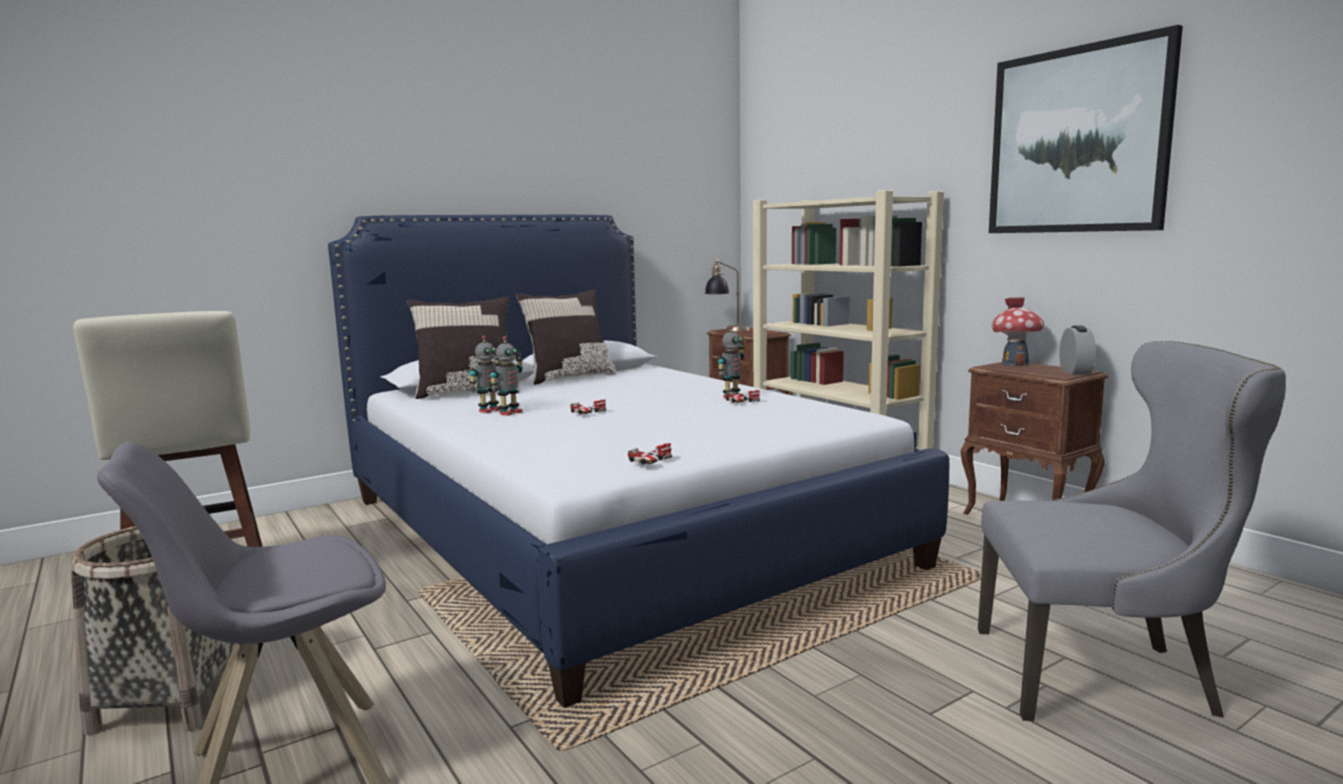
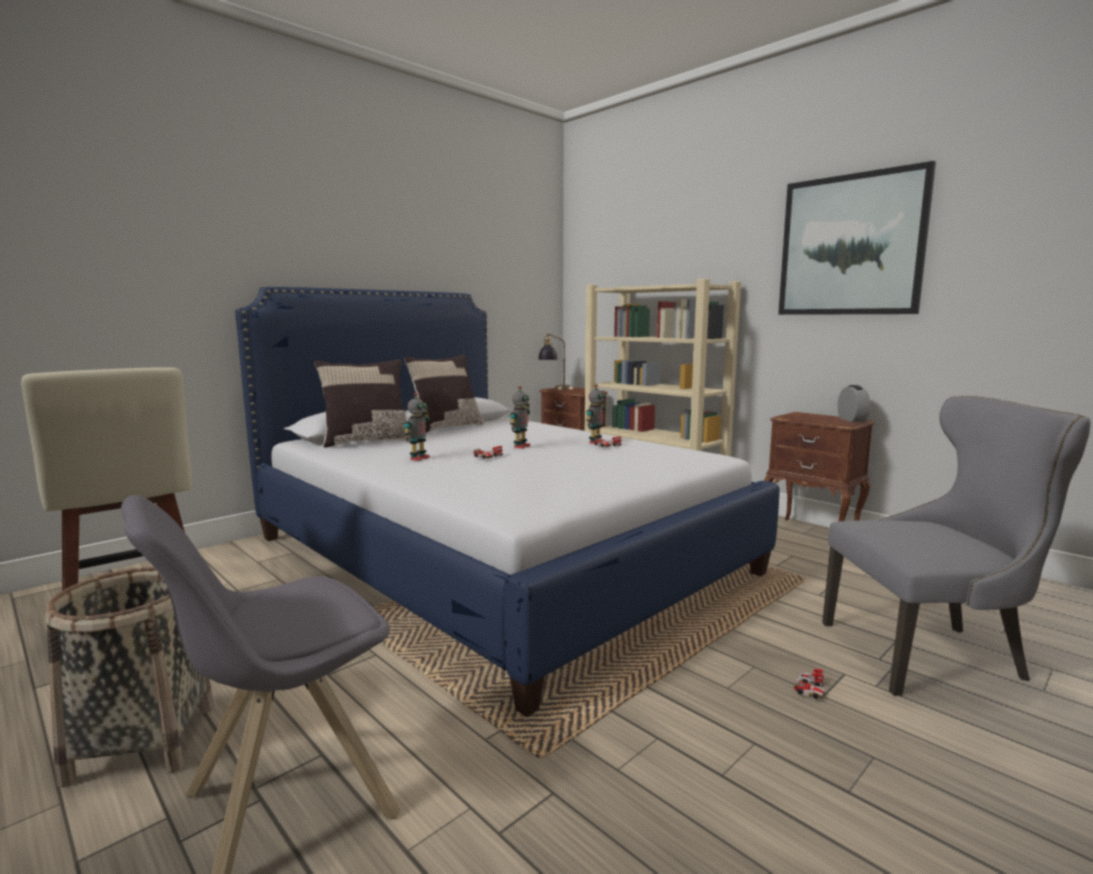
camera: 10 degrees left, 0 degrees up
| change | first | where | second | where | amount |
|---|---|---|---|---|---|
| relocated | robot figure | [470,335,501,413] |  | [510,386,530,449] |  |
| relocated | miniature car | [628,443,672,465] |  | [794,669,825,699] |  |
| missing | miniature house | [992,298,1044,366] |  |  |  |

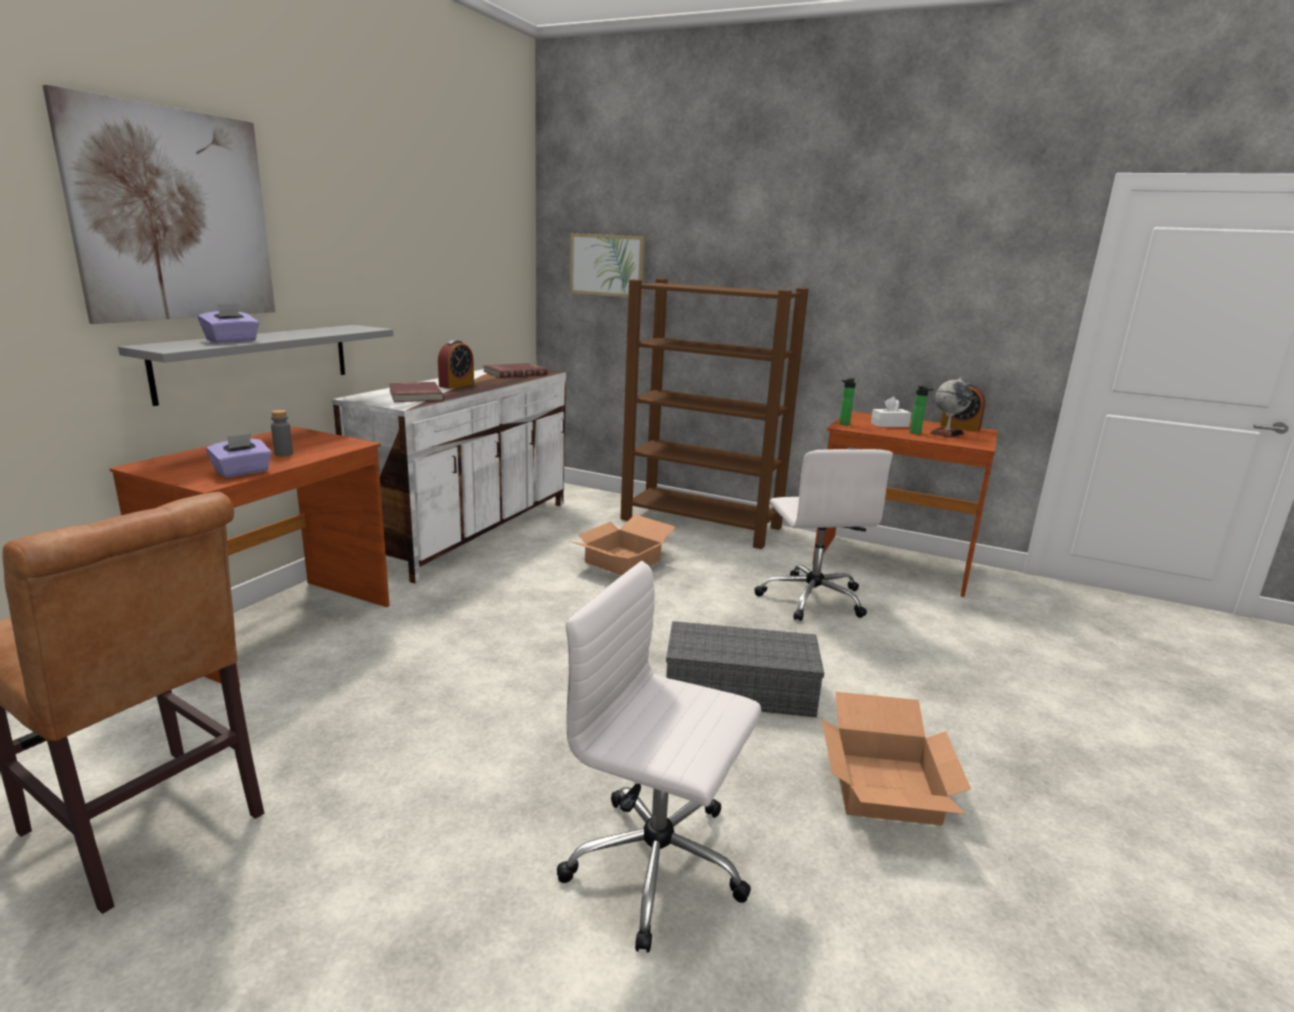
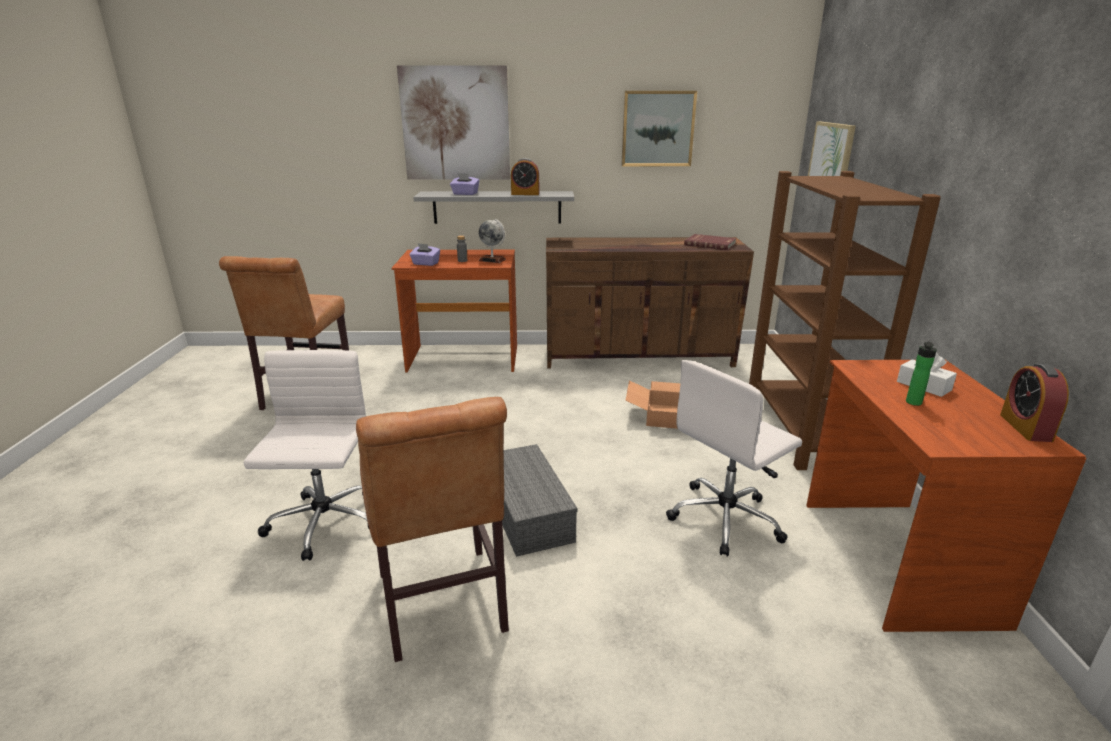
camera: 65 degrees right, 5 degrees up
| change | first | where | second | where | amount |
|---|---|---|---|---|---|
| exchanged | carton | [822,692,971,826] | brownish plain chair | [356,397,509,662] |  |
| relocated | desk globe | [930,377,972,438] |  | [479,219,506,263] |  |
| relocated | alarm clock | [438,340,474,389] |  | [511,158,539,195] |  |
| colour | white-coloured storage cabinet | [332,369,566,584] | brownish storage cabinet | [546,237,754,368] |  |
| appeared |  |  | wall picture | [621,91,697,166] |  |
| missing | reddish book | [389,382,444,402] |  |  |  |
| missing | drink bottle | [839,378,856,425] |  |  |  |

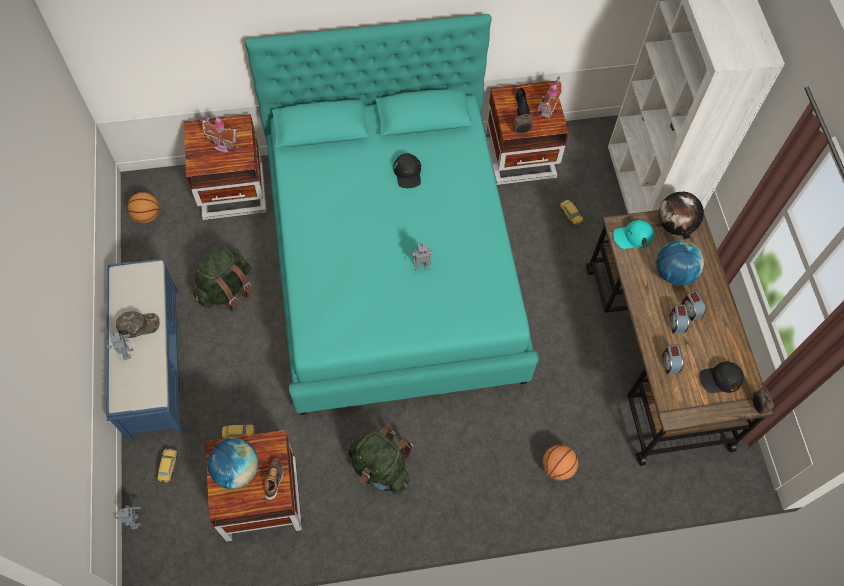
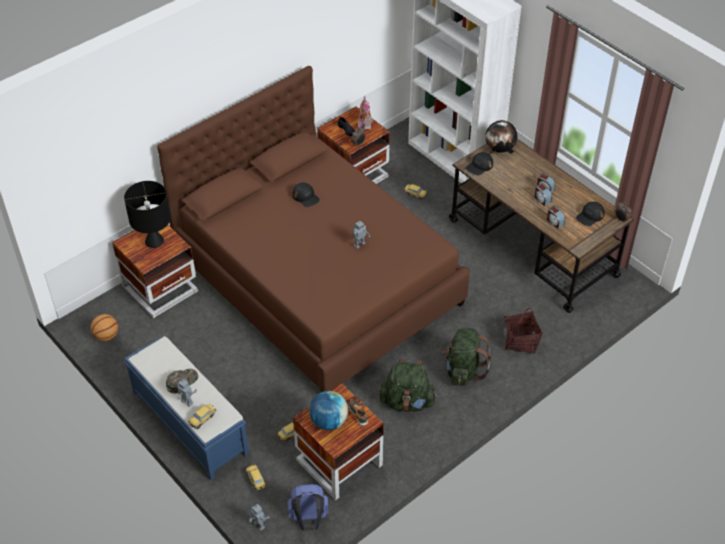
camera: 30 degrees left, 15 degrees down
| change | first | where | second | where | amount |
|---|---|---|---|---|---|
| exchanged | miniature house | [200,116,239,153] | black-coloured tabletop lamp | [124,181,171,248] |  |
| colour | blue-green bed | [245,14,539,415] | brownish bed | [157,66,470,392] |  |
| appeared |  |  | miniature car | [188,404,216,429] |  |
| appeared |  |  | blue knapsack | [287,484,329,531] |  |
| relocated | green knapsack | [193,247,252,311] |  | [442,328,491,386] |  |
| colour | blue-green baseball cap | [613,220,654,249] | black-coloured baseball cap | [466,152,493,176] |  |
| exchanged | basketball ball | [543,445,578,481] | basket | [504,308,542,353] |  |
| missing | desk globe | [657,240,704,286] |  |  |  |

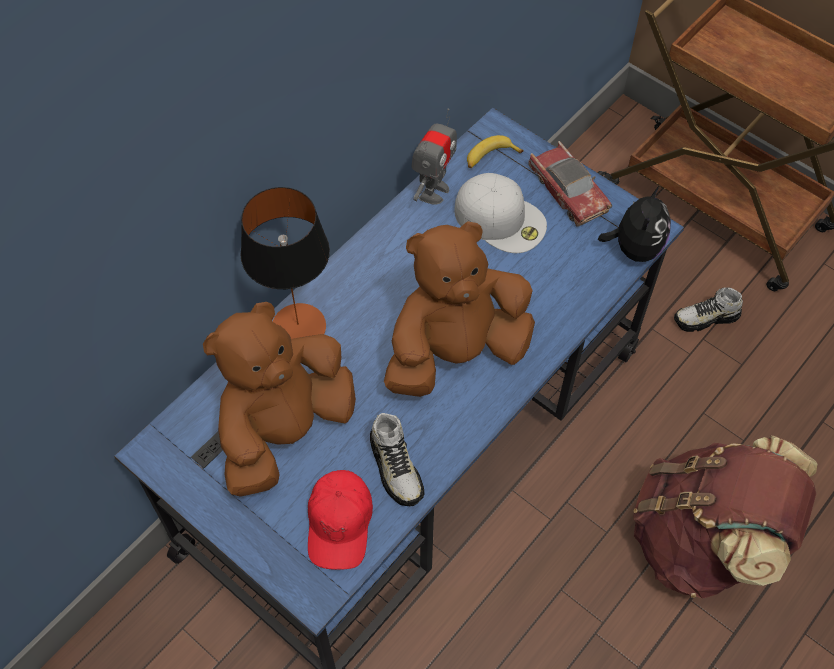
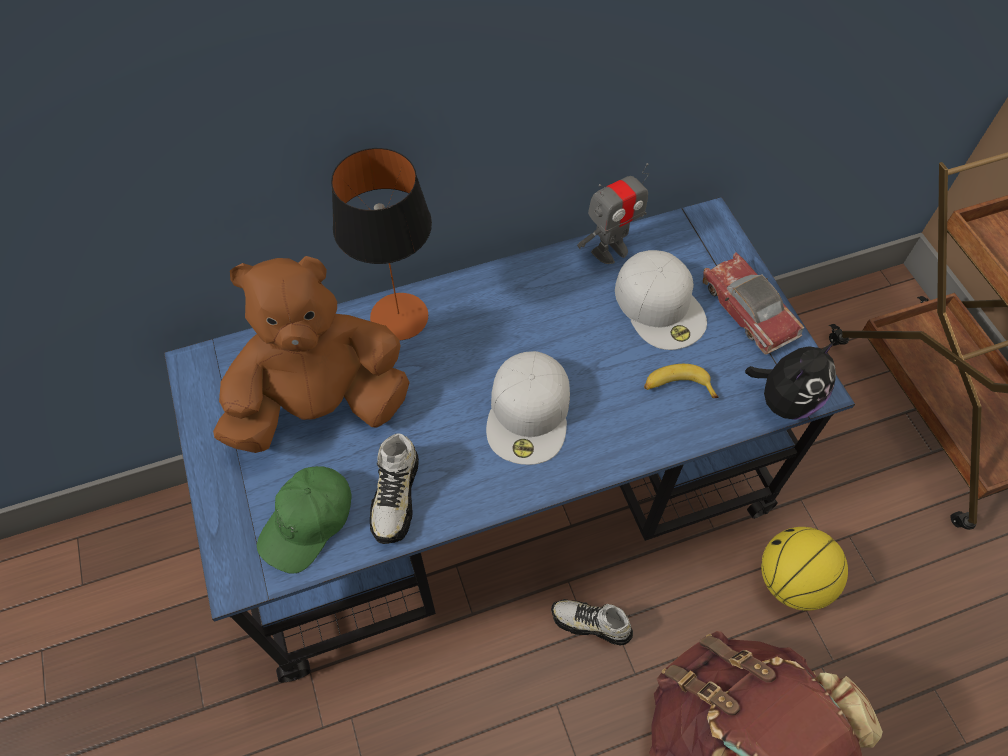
camera: 30 degrees right, 0 degrees up
| change | first | where | second | where | amount |
|---|---|---|---|---|---|
| colour | reddish baseball cap | [308,470,373,570] | green baseball cap | [257,466,352,574] |  |
| exchanged | brownish cuddly toy | [384,221,535,397] | white-coloured baseball cap | [486,351,570,465] |  |
| relocated | item of footwear | [674,287,743,332] |  | [551,599,633,645] |  |
| relocated | banana | [467,135,524,168] |  | [644,364,719,398] |  |
| spun | miniature car | [528,141,612,227] |  | [703,252,804,355] | 150 degrees clockwise |
| appeared |  |  | basketball ball | [761,527,848,611] |  |

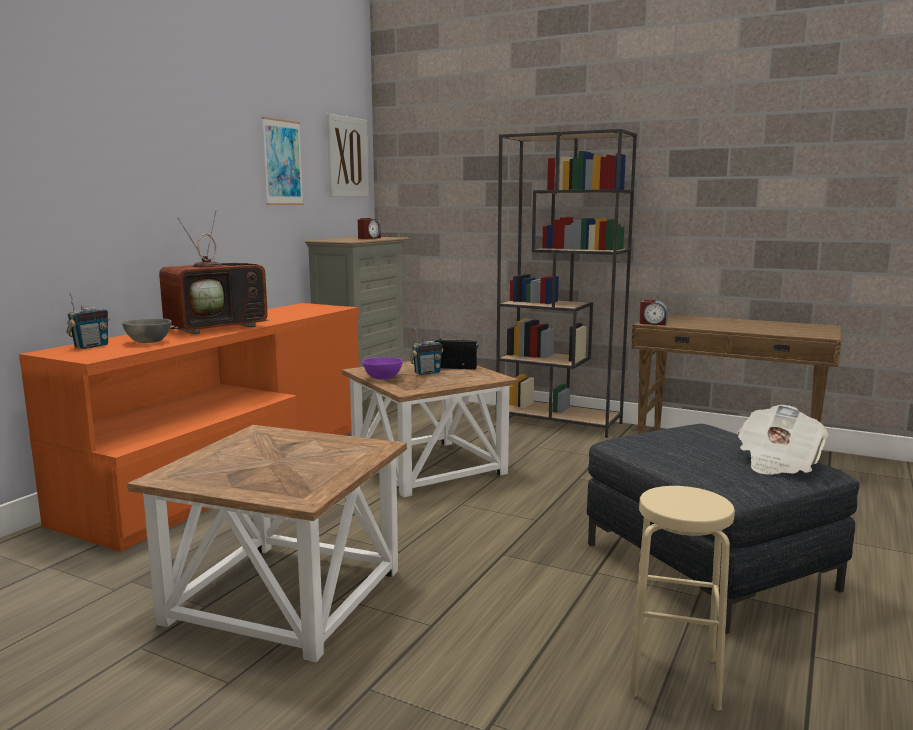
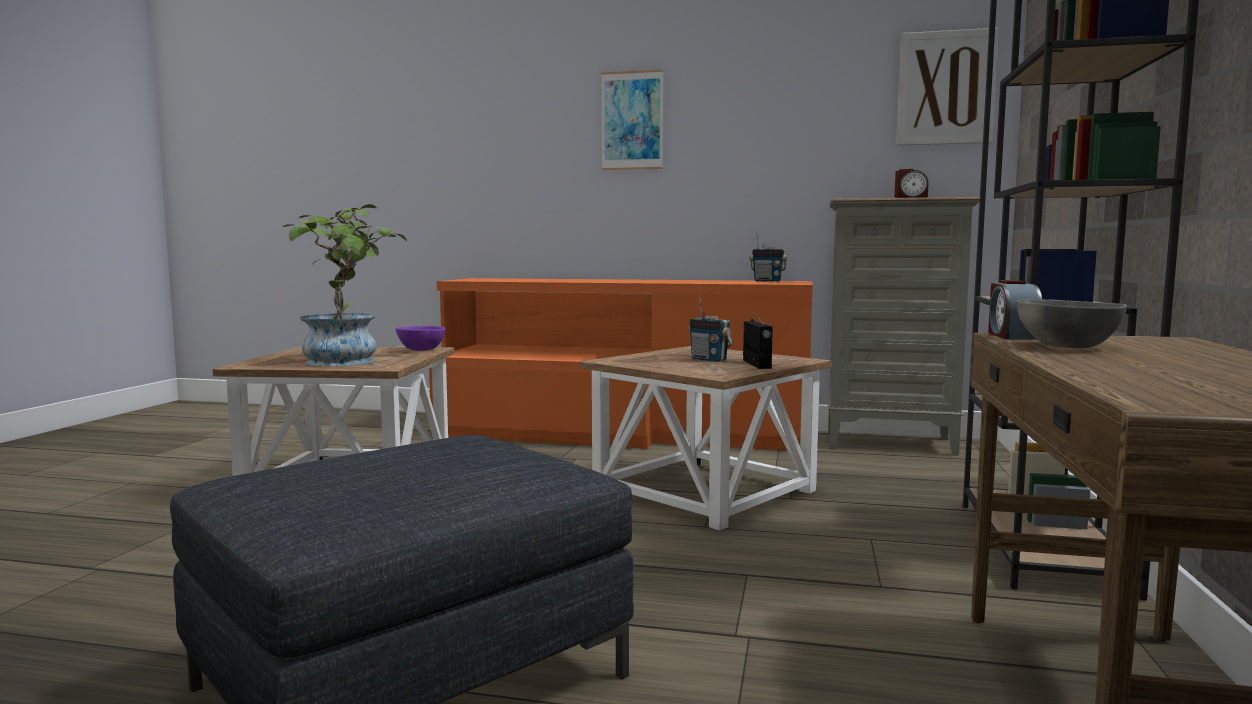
camera: 75 degrees right, 5 degrees down
| change | first | where | second | where | amount |
|---|---|---|---|---|---|
| appeared |  |  | potted plant | [283,204,407,366] |  |
| relocated | purplish bowl | [362,357,403,380] |  | [396,326,446,351] |  |
| relocated | wall picture | [262,117,304,205] |  | [601,69,664,170] |  |
| relocated | radio | [66,293,110,349] |  | [750,232,787,282] |  |
| relocated | greyish bowl | [122,319,172,343] |  | [1016,299,1127,348] |  |
| missing | television | [159,210,269,334] |  |  |  |
| missing | sand-coloured stool | [630,486,735,711] |  |  |  |
| missing | newspaper | [737,405,828,475] |  |  |  |

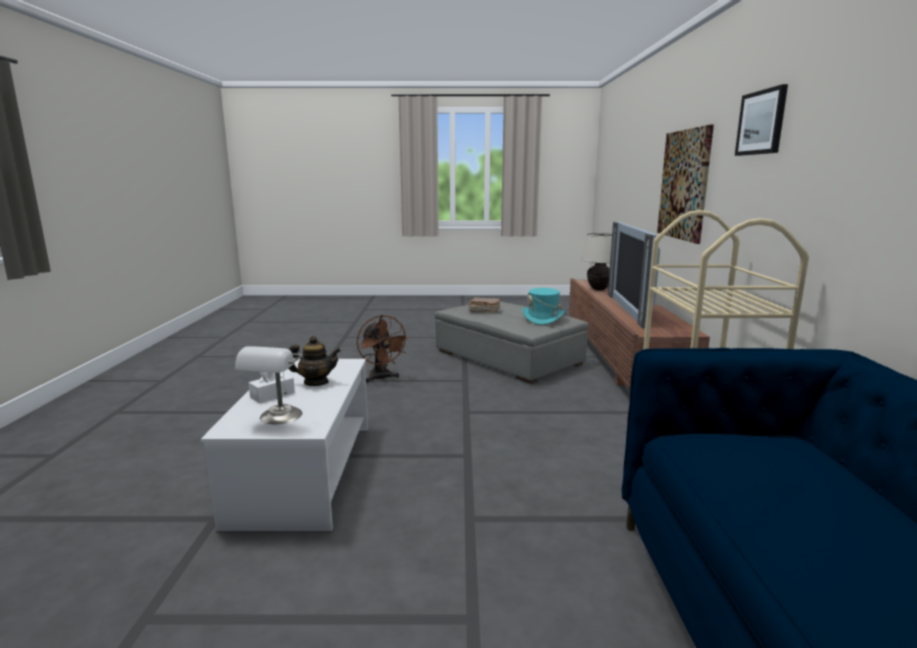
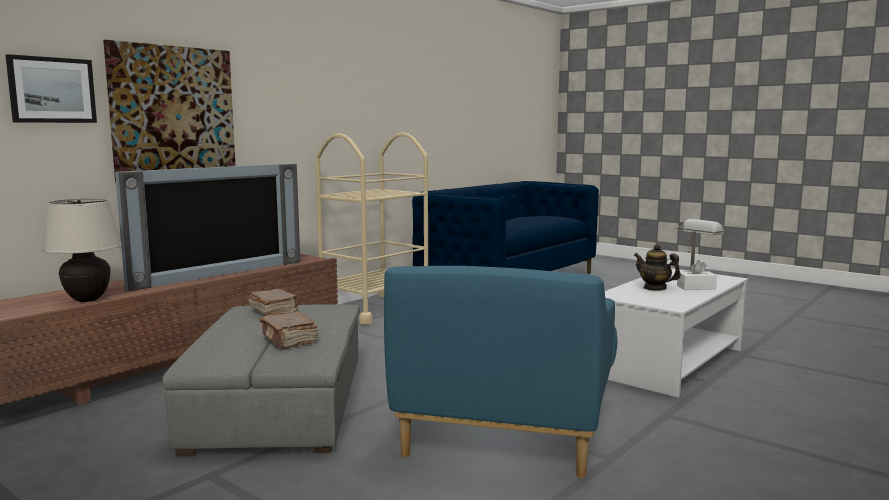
camera: 140 degrees left, 5 degrees down
| change | first | where | second | where | amount |
|---|---|---|---|---|---|
| relocated | wall picture | [735,84,788,156] |  | [6,54,97,123] |  |
| exchanged | blue-green hat | [522,288,565,325] | brownish book | [248,289,300,316] |  |
| exchanged | brownish cooling fan | [357,315,409,383] | blue armchair | [384,266,617,478] |  |

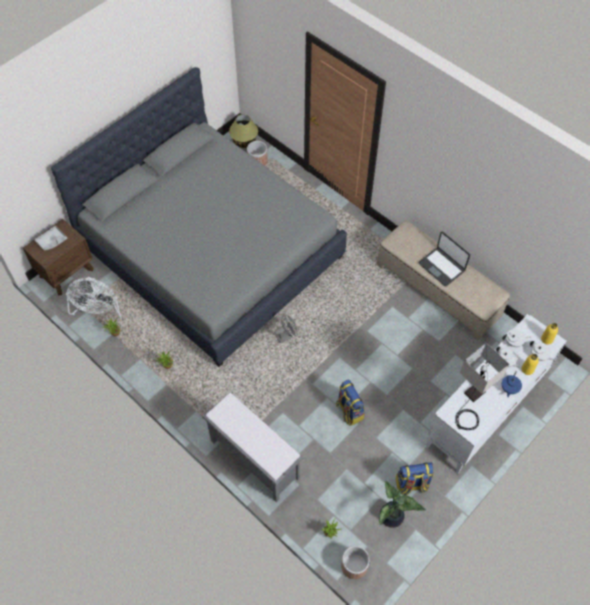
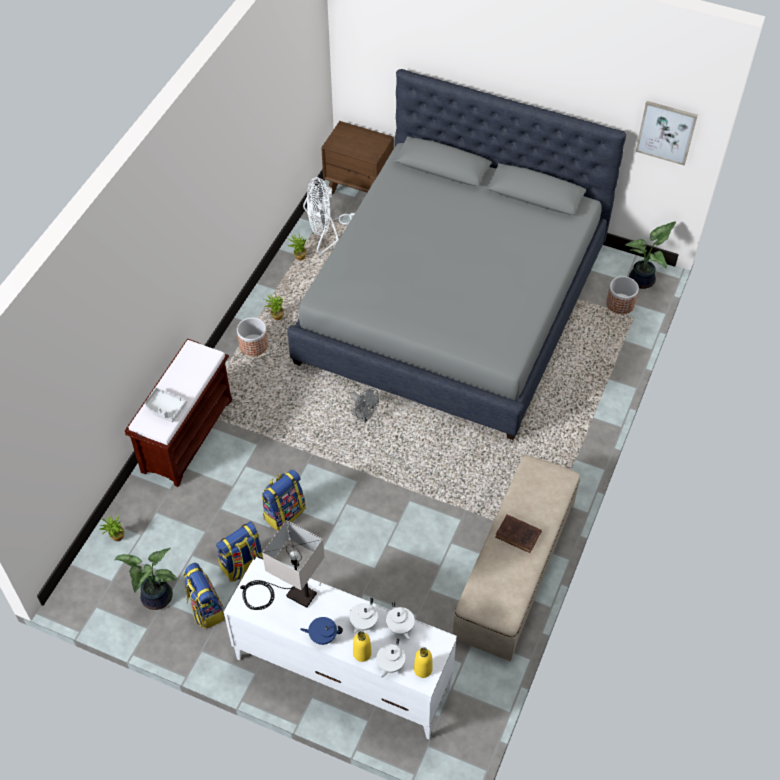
camera: 70 degrees right, 5 degrees down
| change | first | where | second | where | amount |
|---|---|---|---|---|---|
| colour | greyish bench | [202,392,303,502] | brownish bench | [125,339,232,487] |  |
| relocated | greyish serving tray | [35,226,67,250] |  | [144,388,187,423] |  |
| appeared |  |  | knapsack | [216,522,263,582] |  |
| relocated | planter | [341,546,369,579] |  | [237,317,268,356] |  |
| exchanged | notebook computer | [418,232,470,286] | brownish book | [496,514,542,553] |  |
| exchanged | tabletop lamp | [229,114,258,148] | potted plant | [625,221,676,289] |  |
| appeared |  |  | wall picture | [635,101,698,165] |  |

